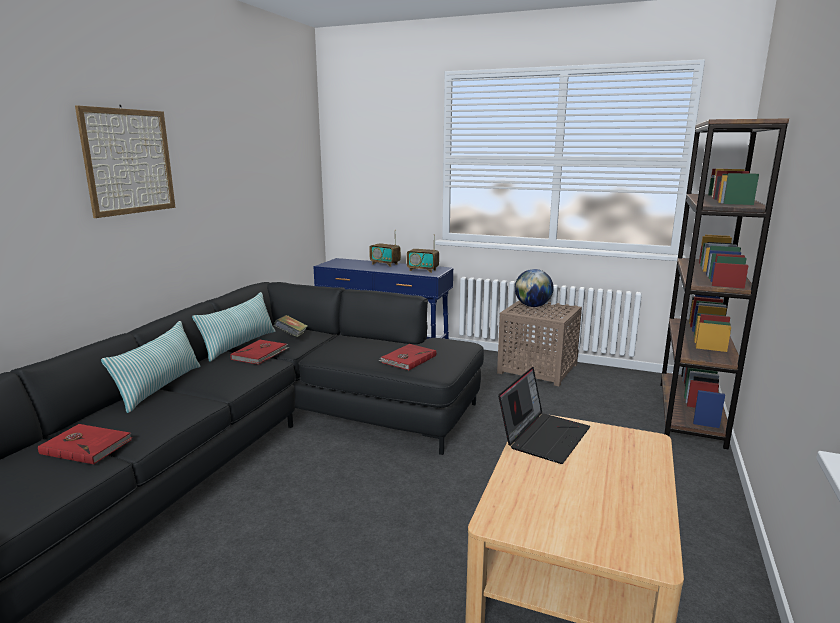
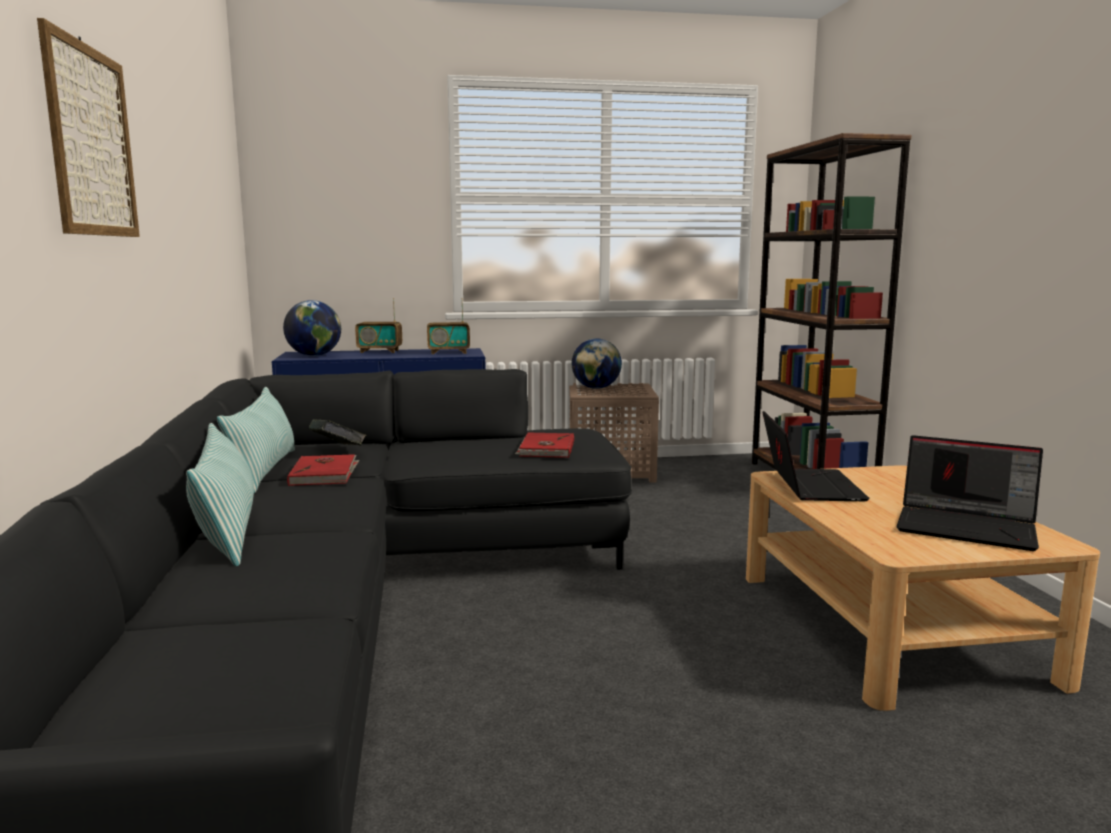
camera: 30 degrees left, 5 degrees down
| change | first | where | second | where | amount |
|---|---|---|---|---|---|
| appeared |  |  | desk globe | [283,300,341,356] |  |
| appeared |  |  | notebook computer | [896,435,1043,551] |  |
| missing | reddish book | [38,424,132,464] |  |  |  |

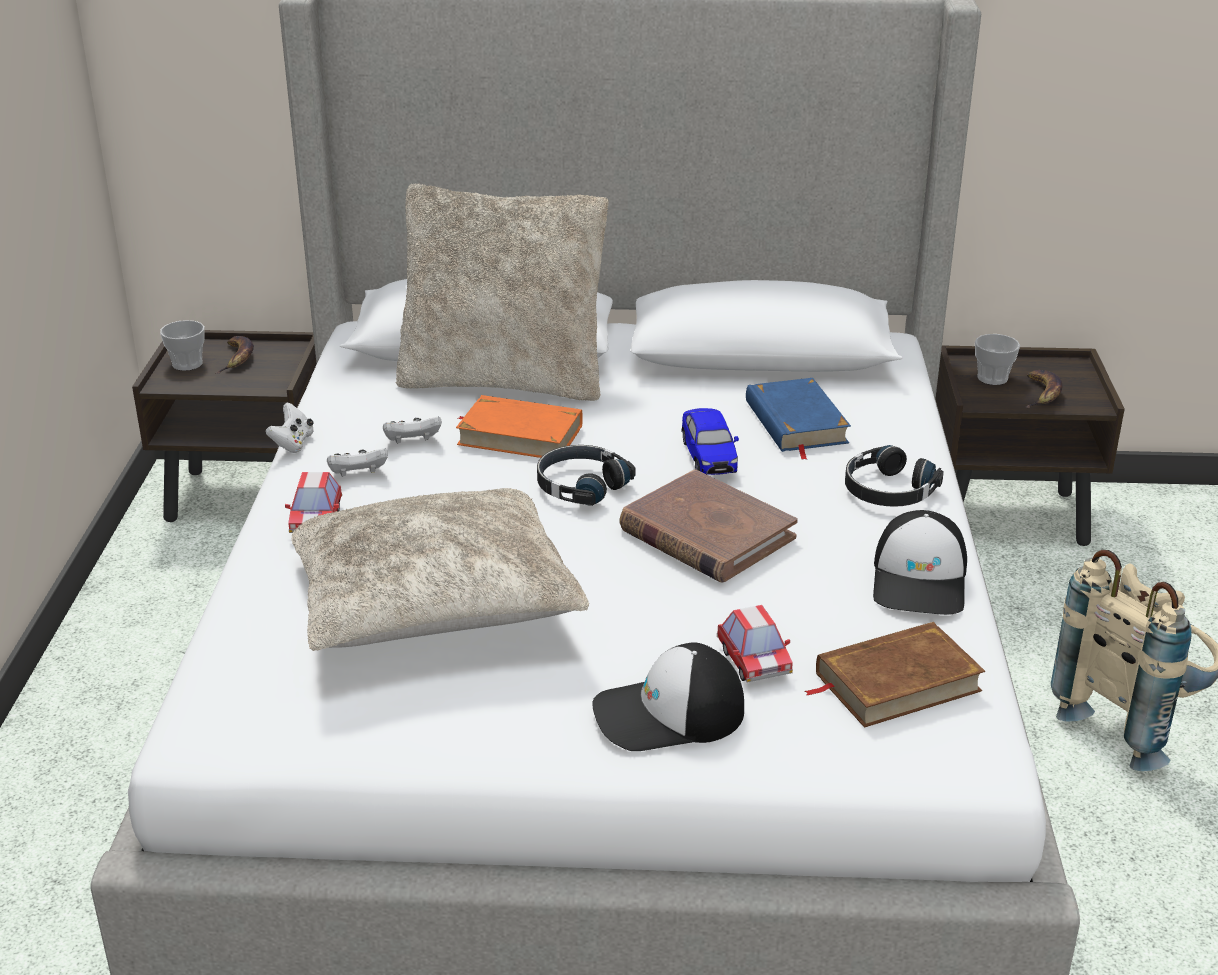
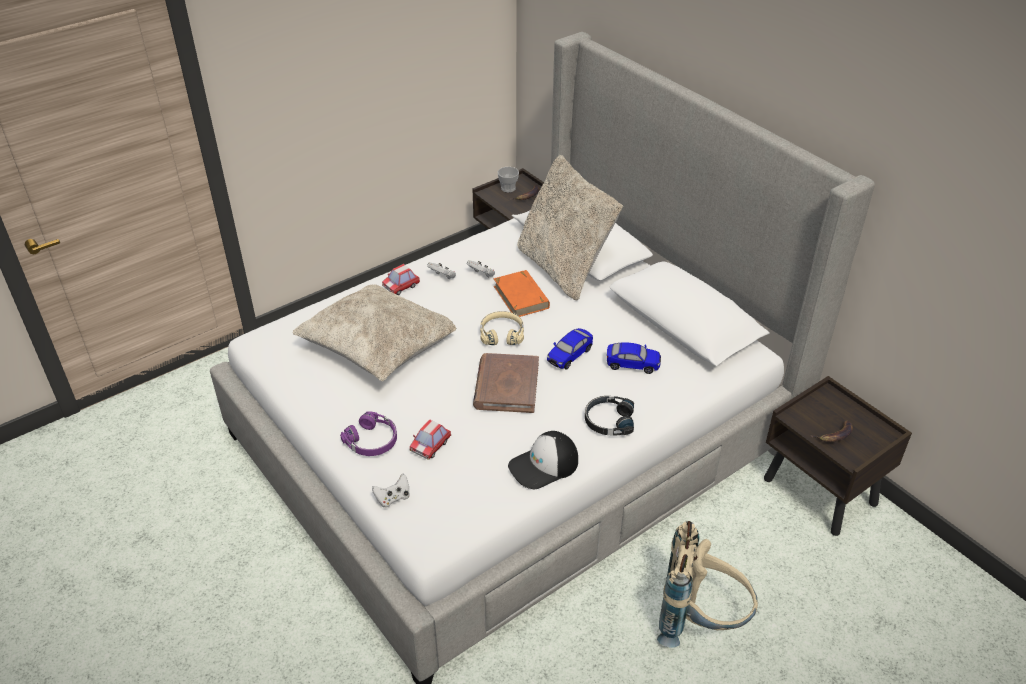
camera: 50 degrees right, 10 degrees up
| change | first | where | second | where | amount |
|---|---|---|---|---|---|
| exchanged | baseball cap | [592,642,744,751] | purplish pair of headphones | [340,411,397,456] |  |
| relocated | white-coloured joypad | [265,403,314,453] |  | [372,474,410,508] |  |
| colour | black-coloured pair of headphones | [537,445,635,506] | sand-coloured pair of headphones | [480,311,524,345] |  |
| exchanged | blue book | [746,378,851,460] | miniature car | [607,342,661,374] |  |
| missing | brownish book | [805,622,985,727] |  |  |  |
| missing | cup | [975,334,1020,385] |  |  |  |

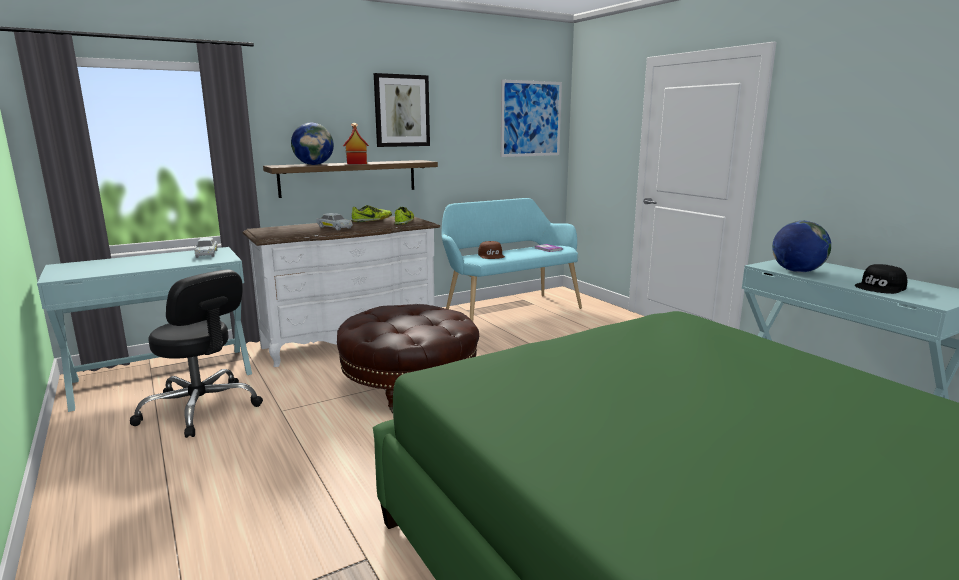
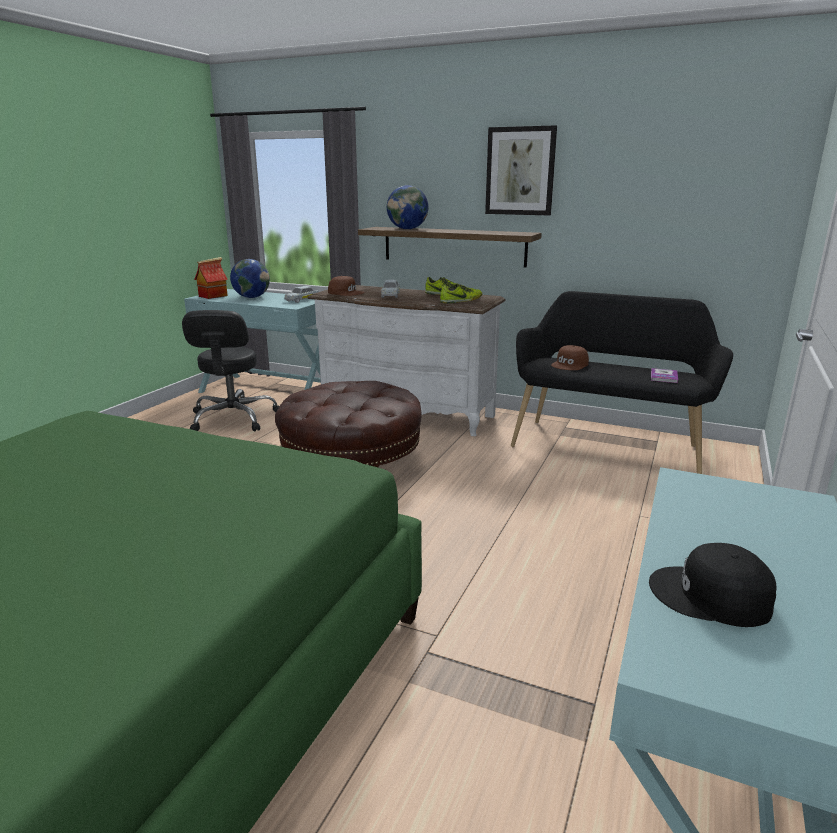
camera: 55 degrees right, 5 degrees up
| change | first | where | second | where | amount |
|---|---|---|---|---|---|
| relocated | miniature house | [343,123,369,164] |  | [194,257,228,299] |  |
| relocated | desk globe | [772,221,831,273] |  | [230,259,270,298] |  |
| appeared |  |  | brownish baseball cap | [328,276,365,296] |  |
| colour | blue-green bench | [441,198,582,321] | black-coloured bench | [511,291,733,474] |  |
| missing | wall picture | [501,80,562,157] |  |  |  |

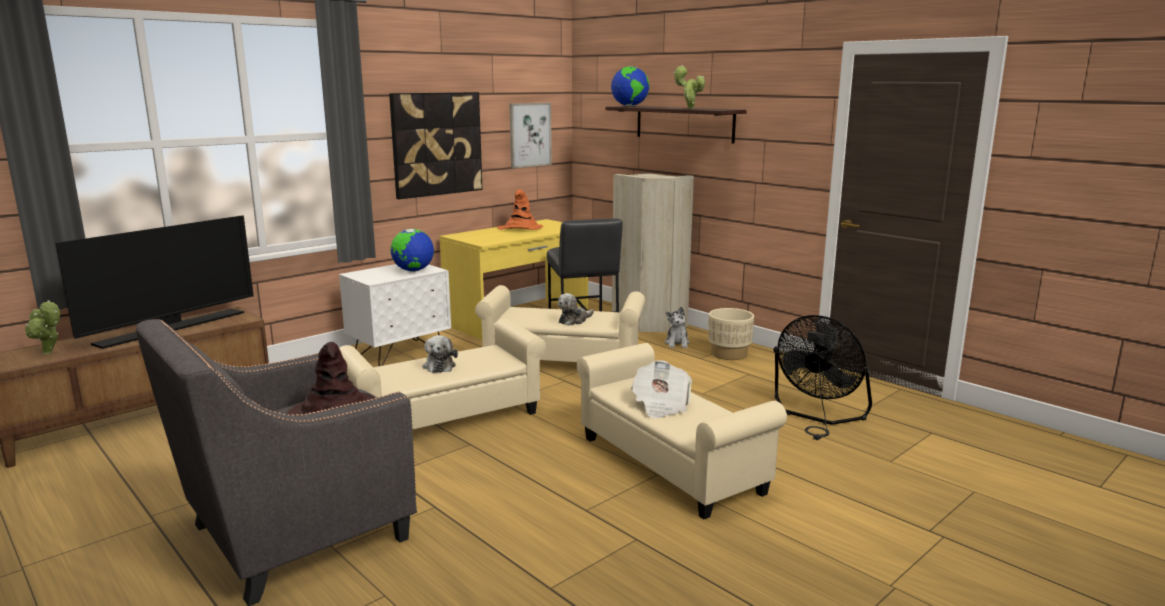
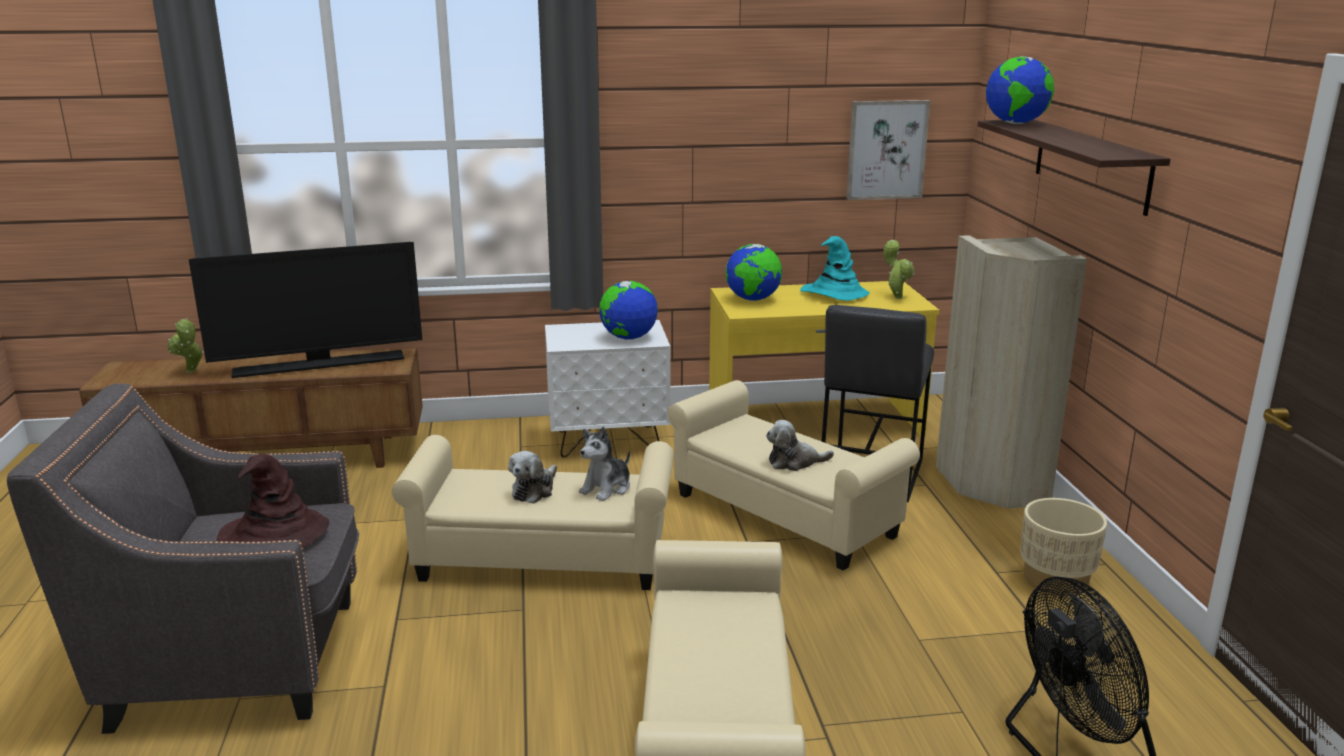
camera: 35 degrees right, 5 degrees up
| change | first | where | second | where | amount |
|---|---|---|---|---|---|
| relocated | cuddly toy | [665,307,690,348] |  | [579,426,630,501] |  |
| appeared |  |  | desk globe | [725,244,782,301] |  |
| colour | orange-coloured hat | [497,190,544,230] | blue-green hat | [800,236,870,301] |  |
| relocated | potted plant | [674,65,705,109] |  | [883,240,914,299] |  |
| missing | wall picture | [389,92,483,199] |  |  |  |
| missing | newspaper | [631,360,692,418] |  |  |  |

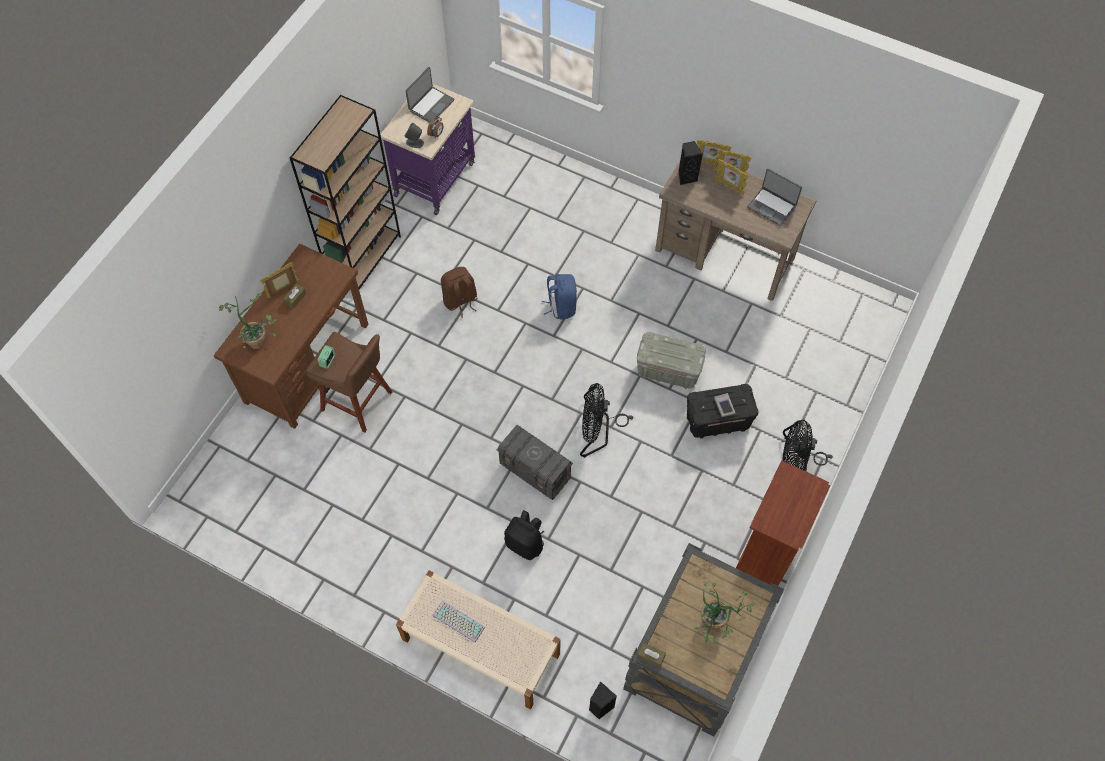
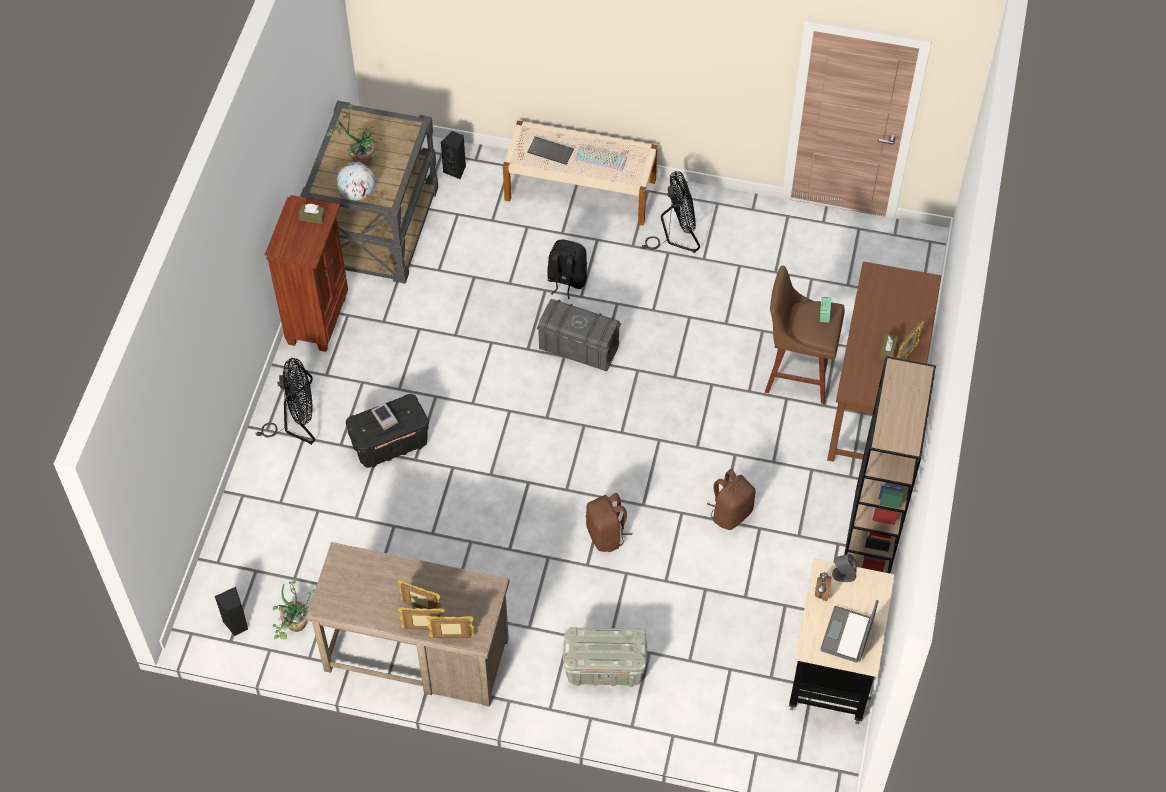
camera: 165 degrees right, 5 degrees down
| change | first | where | second | where | amount |
|---|---|---|---|---|---|
| relocated | black-coloured speaker | [678,141,703,185] |  | [214,587,248,636] |  |
| relocated | potted plant | [219,293,277,349] |  | [273,581,315,639] |  |
| relocated | brownish box of tissues | [637,643,666,667] |  | [298,204,326,224] |  |
| appeared |  |  | desk globe | [337,162,375,200] |  |
| appeared |  |  | keyboard | [527,137,574,165] |  |
| relocated | greyish storage container | [637,332,706,389] |  | [563,627,647,687] |  |
| colour | blue knapsack | [542,274,577,319] | brownish knapsack | [586,493,632,552] |  |
| relocated | black-coloured cooling fan | [580,383,634,458] |  | [641,171,700,253] |  |
| colour | purplish wheeled cart | [380,83,475,215] | black-coloured wheeled cart | [788,558,894,724] |  |
| missing | notebook computer | [747,168,802,226] |  |  |  |

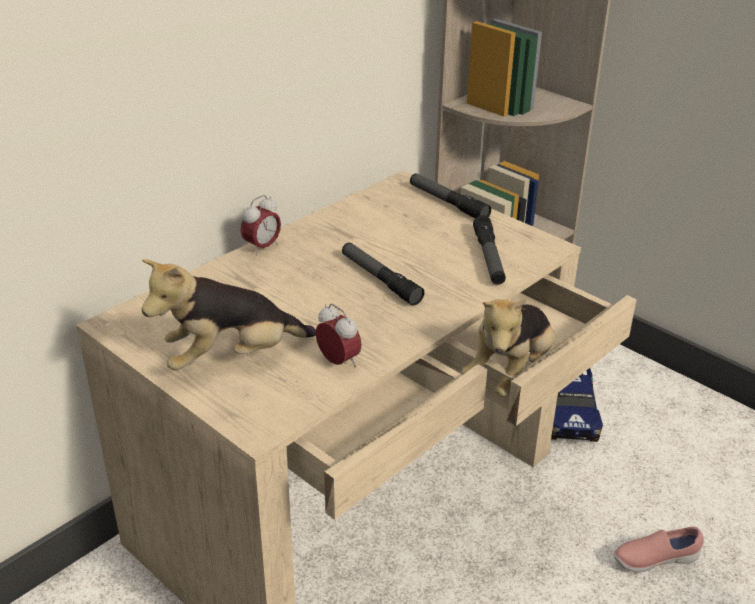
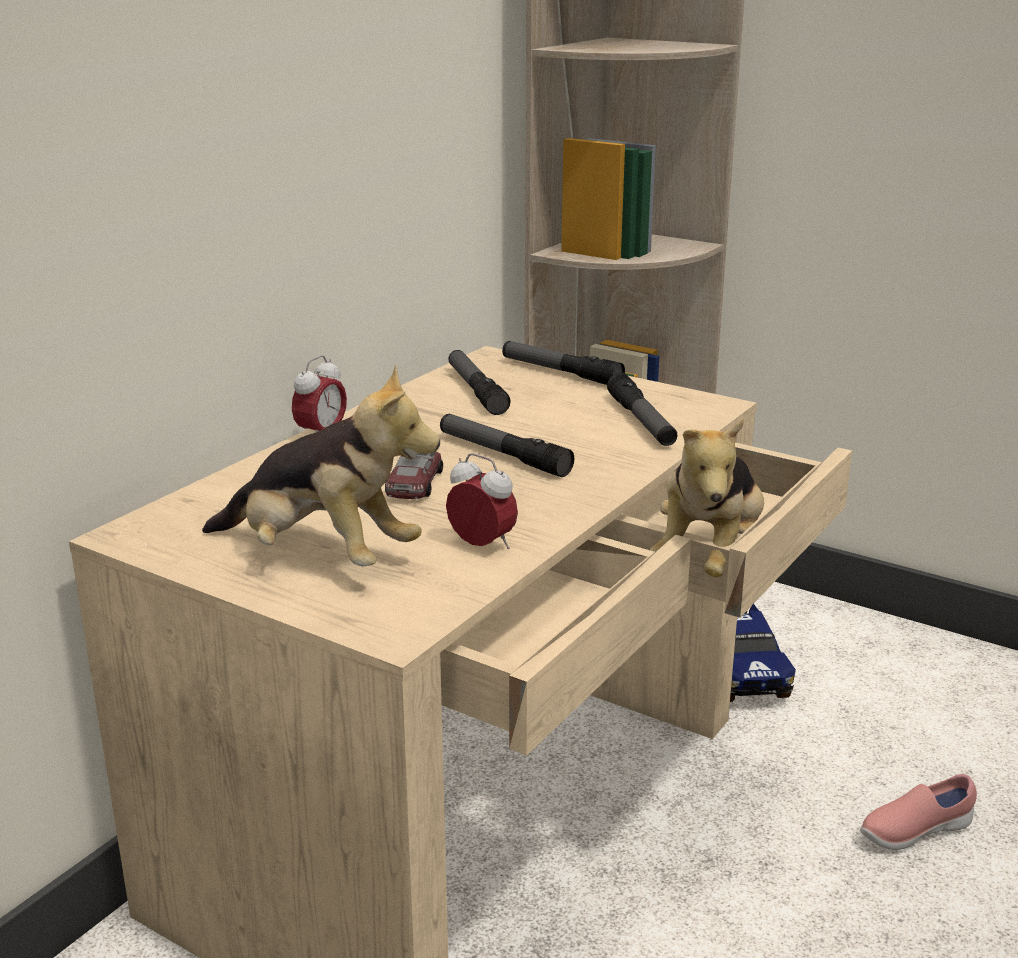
camera: 10 degrees left, 10 degrees down
| change | first | where | second | where | amount |
|---|---|---|---|---|---|
| spun | cuddly toy | [141,259,316,370] |  | [202,364,440,567] | 120 degrees counterclockwise |
| appeared |  |  | miniature car | [385,451,443,499] |  |
| appeared |  |  | hand torch | [448,350,511,415] |  |

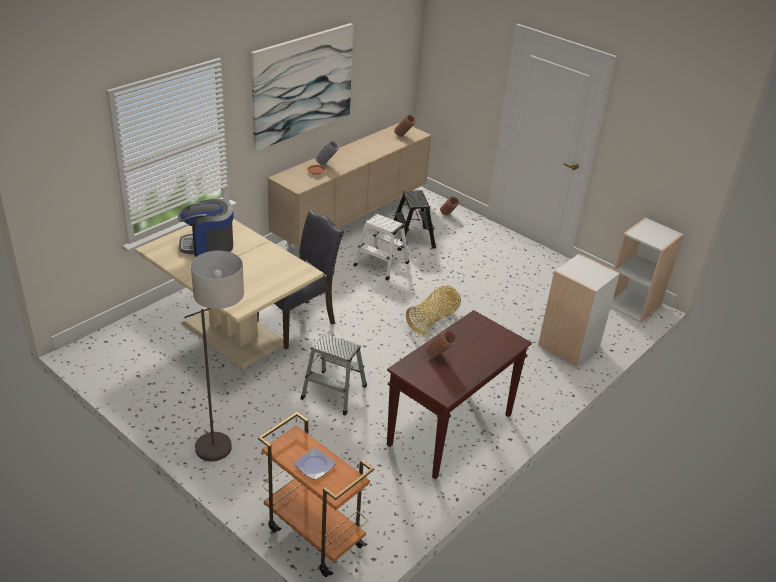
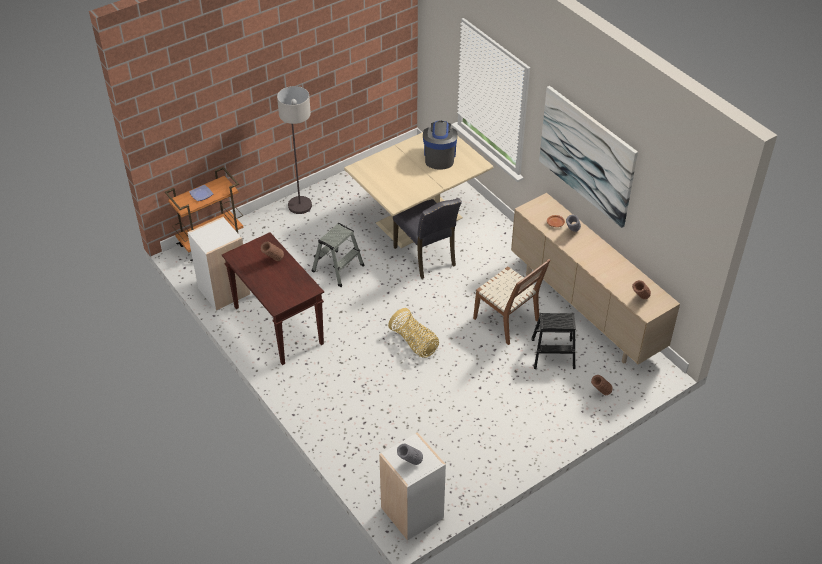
camera: 105 degrees right, 10 degrees up
| change | first | where | second | where | amount |
|---|---|---|---|---|---|
| relocated | bookshelf | [538,254,620,367] |  | [187,217,250,311] |  |
| appeared |  |  | greyish vase | [397,444,423,465] |  |
| exchanged | white-coloured stepladder | [353,213,409,281] | plain chair | [473,259,550,345] |  |

